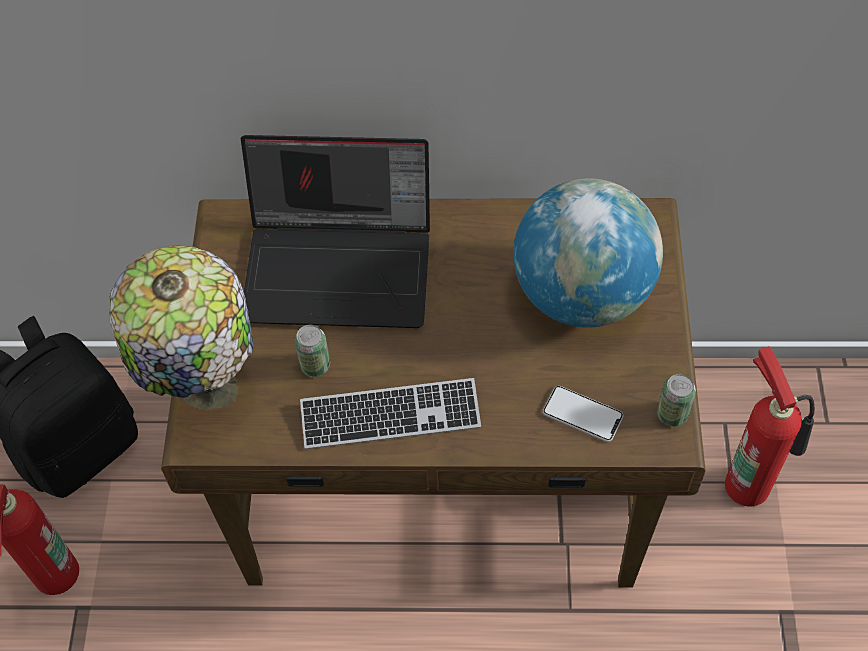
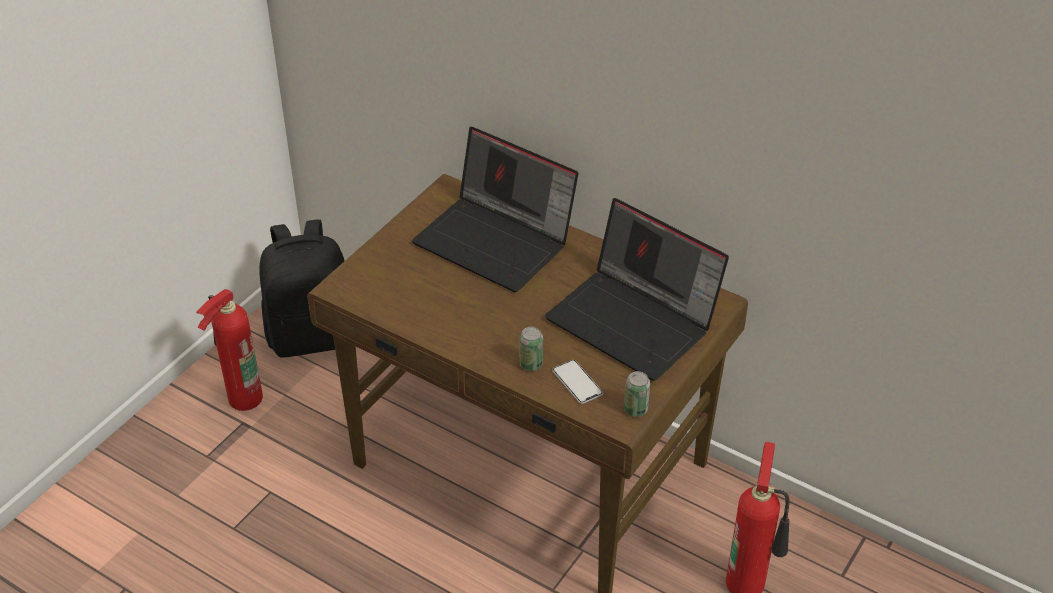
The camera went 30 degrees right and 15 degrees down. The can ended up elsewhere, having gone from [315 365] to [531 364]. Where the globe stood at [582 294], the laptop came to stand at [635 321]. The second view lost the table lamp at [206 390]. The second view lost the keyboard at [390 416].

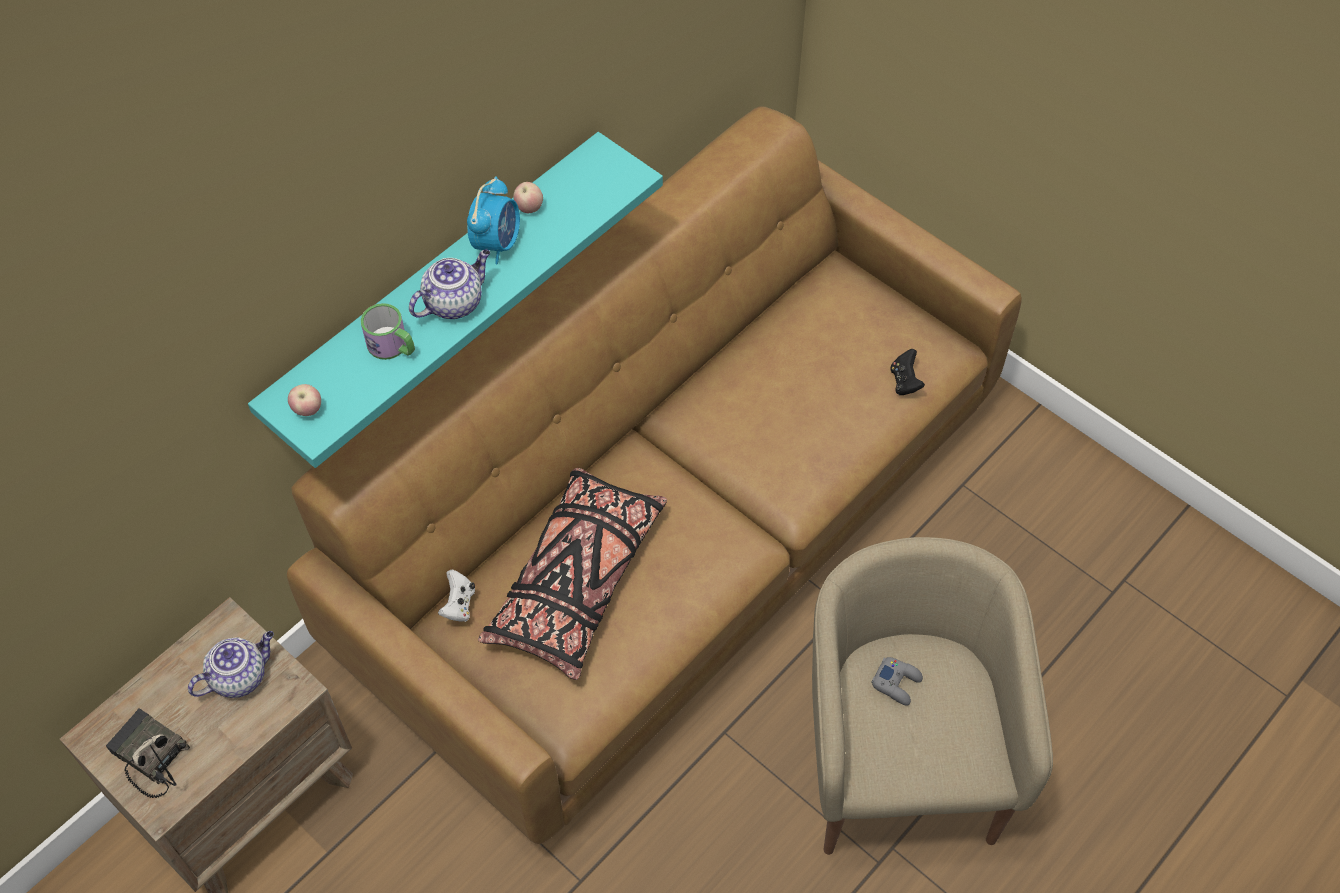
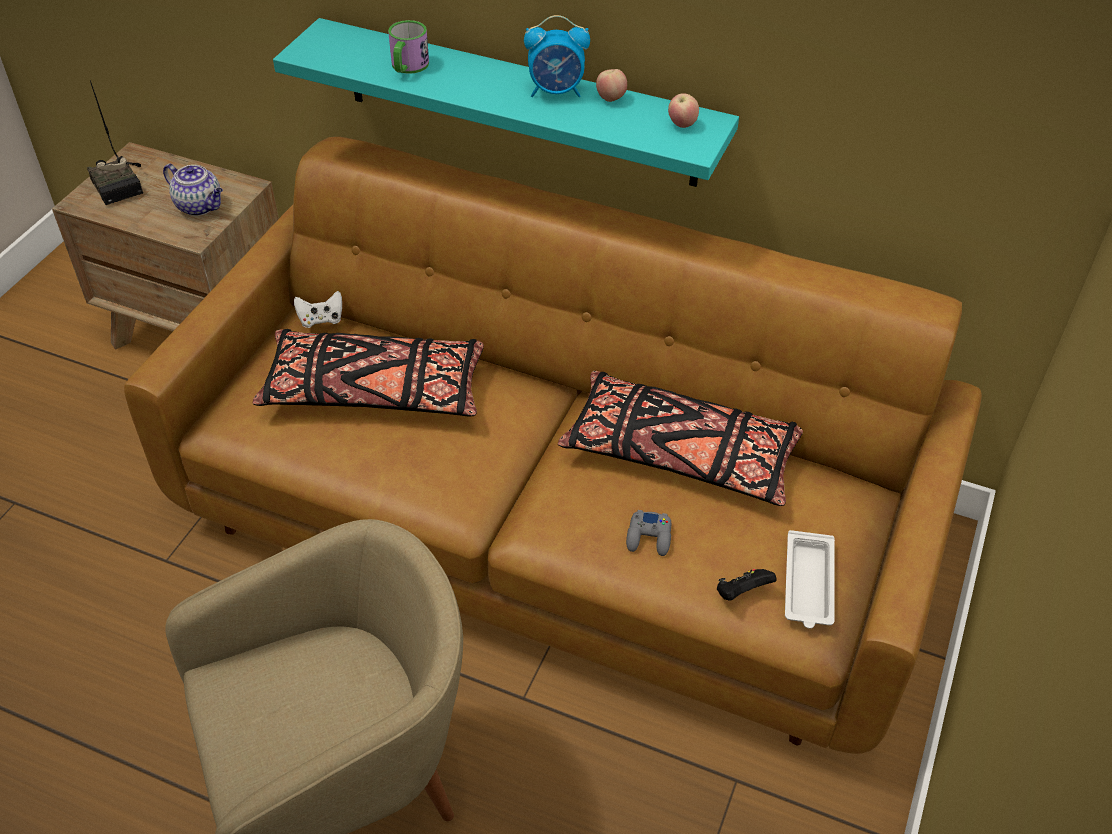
The camera went 70 degrees right and 10 degrees down. The radio at [149 757] ended up facing another way, 135 degrees clockwise from before. The second view gained the black pillow at [680 454]. The grey game controller ended up elsewhere, having gone from [897 683] to [649 537]. The apple ended up elsewhere, having gone from [308 410] to [682 124]. The second view gained the white tray at [808 584]. The second view lost the teapot at [454 302].

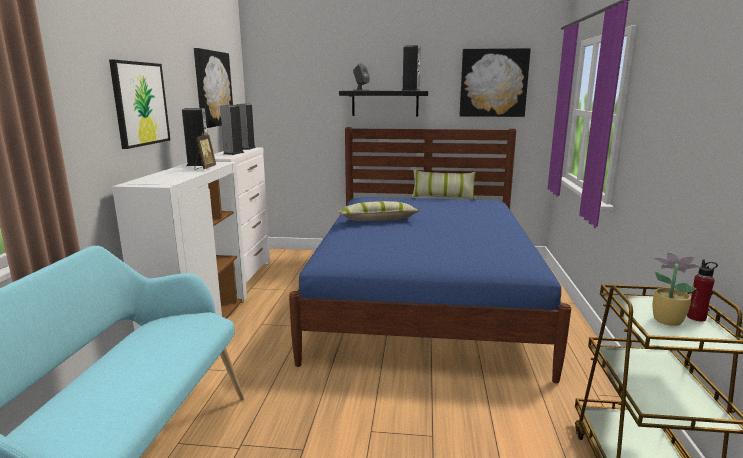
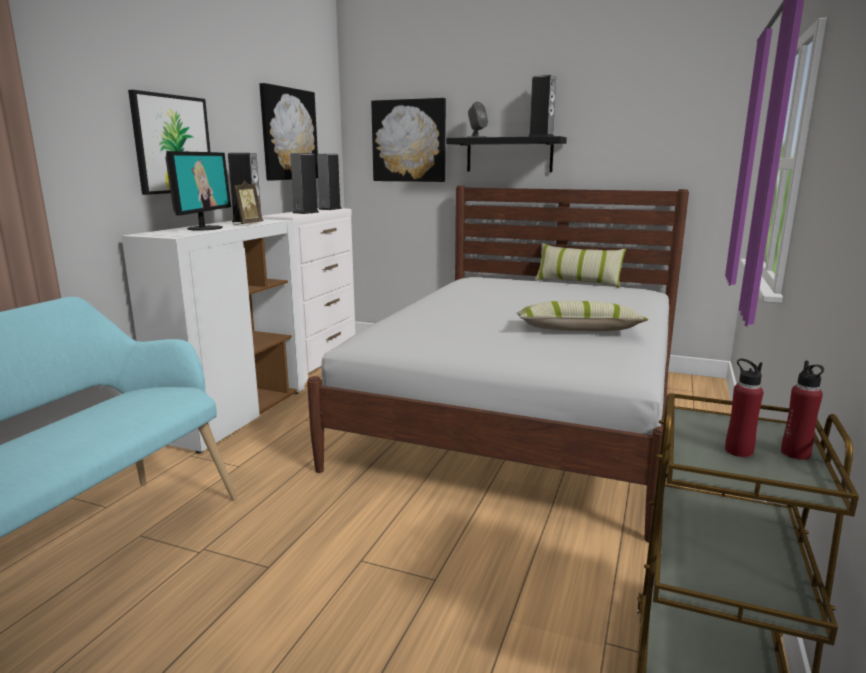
The camera went 15 degrees right and 0 degrees up. The second view gained the monitor at [204 228]. What was the blue bed at [424 299] turned into the white bed at [522 414]. The picture ended up elsewhere, having gone from [493 83] to [409 141]. The pillow ended up elsewhere, having gone from [377 220] to [577 330]. Where the potted plant stood at [665 320], the red bottle came to stand at [738 451].

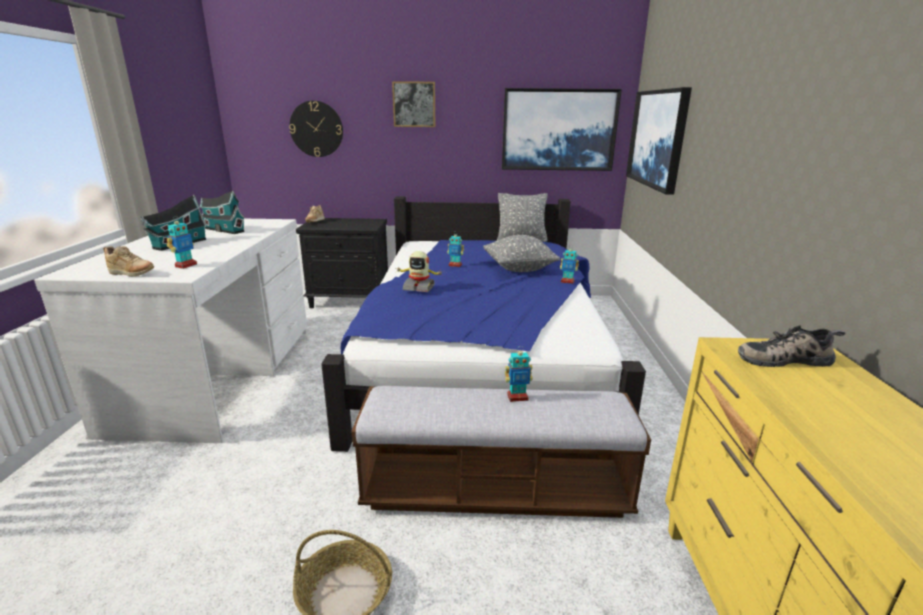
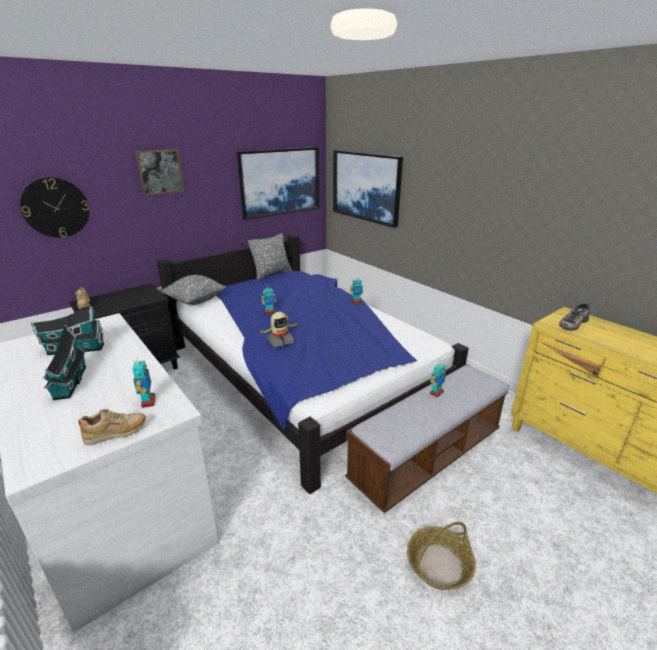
The camera went 40 degrees left and 5 degrees up. The grey pillow ended up elsewhere, having gone from [519 269] to [195 301].

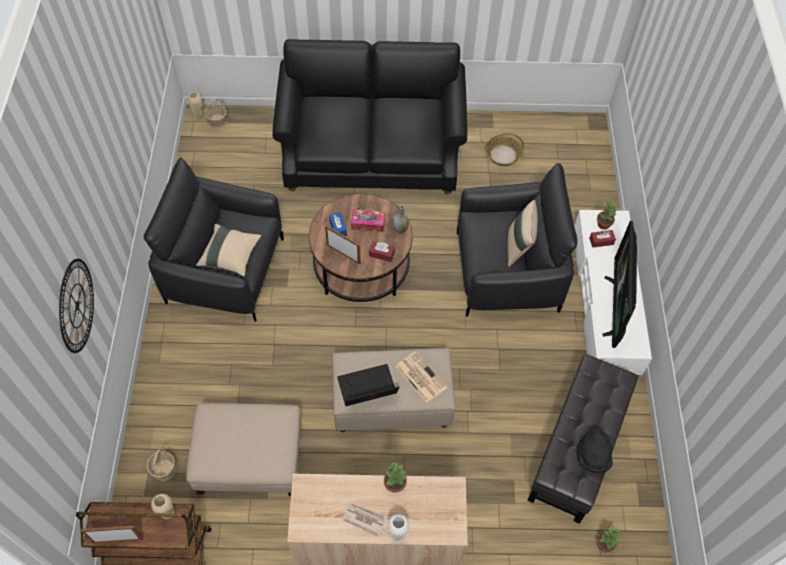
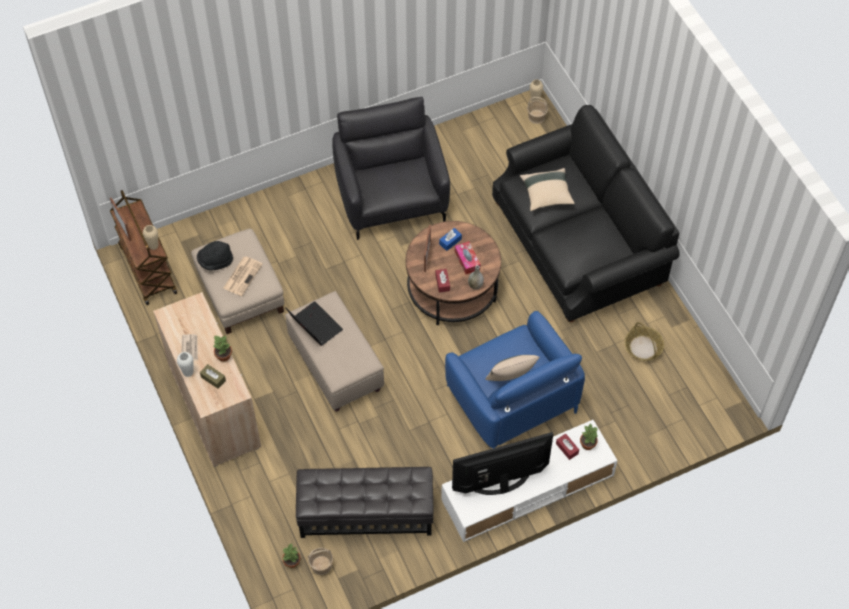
The camera went 65 degrees right and 0 degrees up. The black hat ended up elsewhere, having gone from [592 456] to [215 261]. The second view gained the brown tissue box at [213 378]. The newspaper ended up elsewhere, having gone from [420 376] to [242 275]. The basket ended up elsewhere, having gone from [164 470] to [321 565]. What was the black armchair at [506 271] turned into the blue armchair at [511 399]. The beige pillow ended up elsewhere, having gone from [230 256] to [546 195]. The second view lost the wall clock at [76 305].

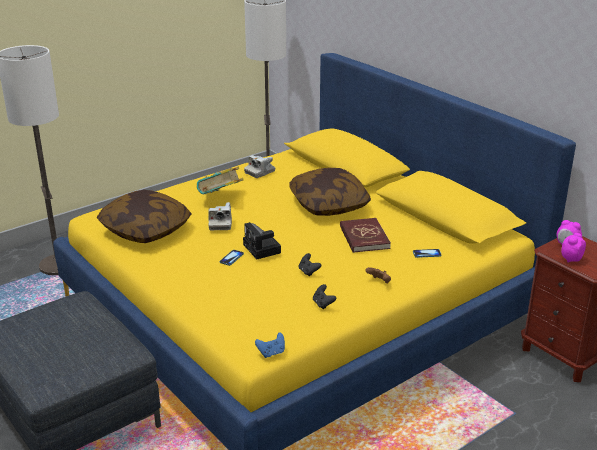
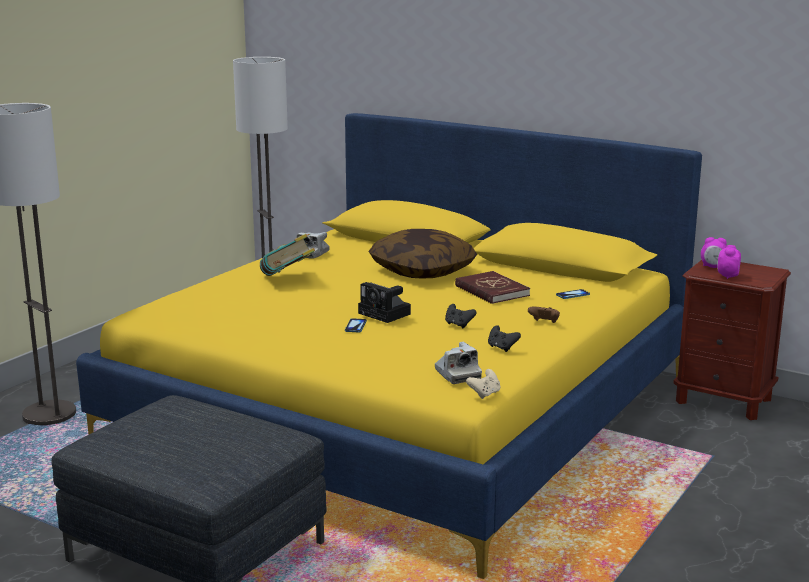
The camera went 20 degrees left and 10 degrees down. The photo camera ended up elsewhere, having gone from [220 224] to [457 375]. What was the blue game controller at [271 353] turned into the beige game controller at [484 394]. The second view lost the pillow at [146 229].

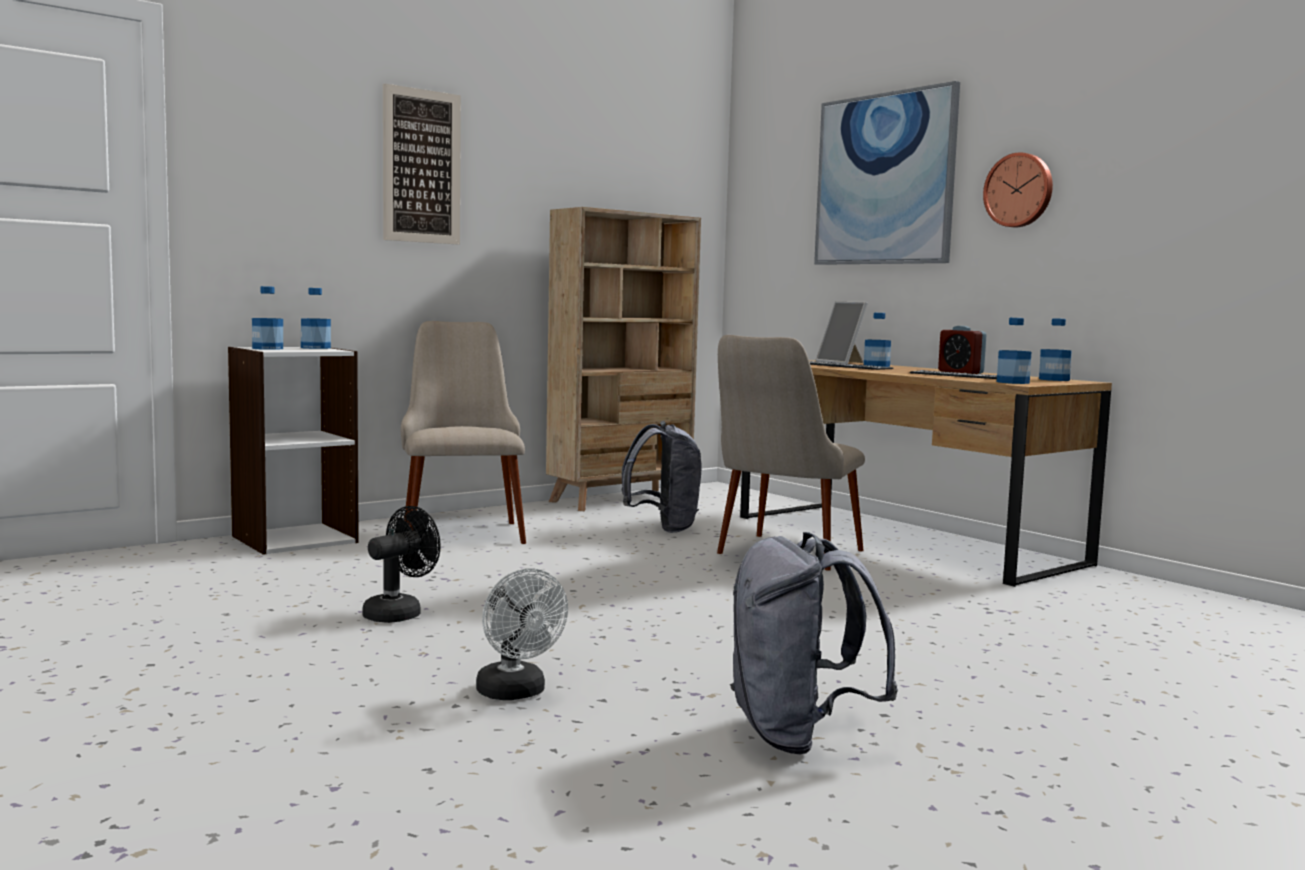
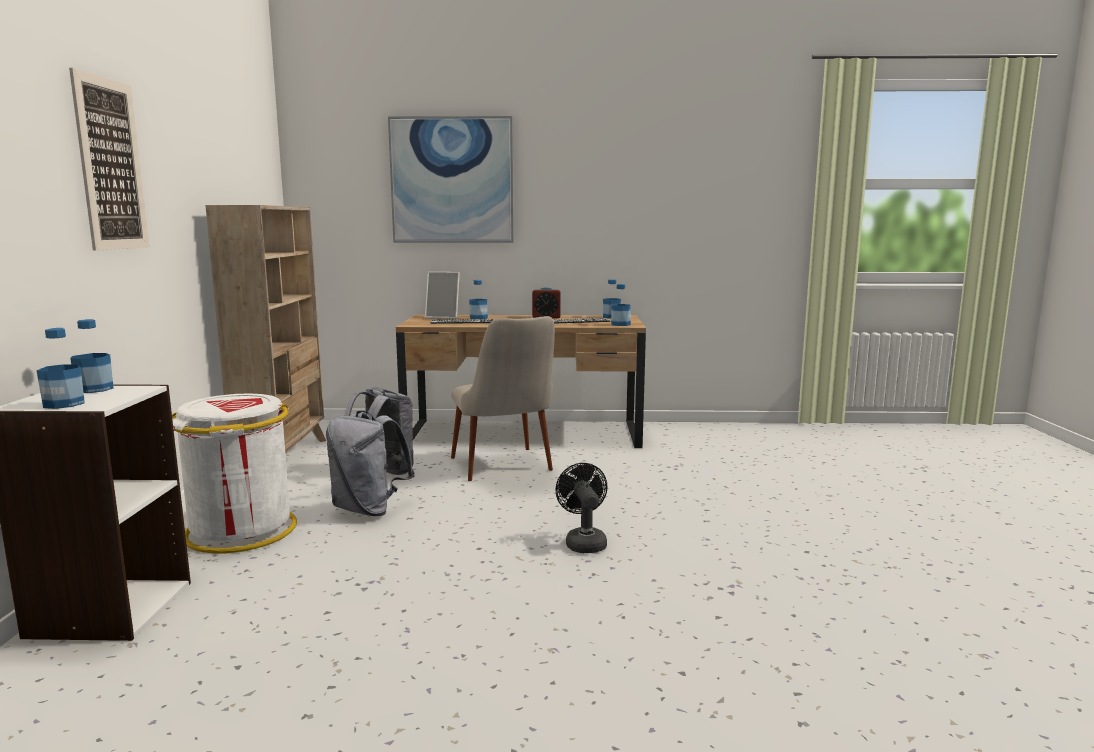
The camera went 50 degrees left and 5 degrees up. Where the beige chair stood at [461 529], the white trash can came to stand at [241 531]. The grey backpack ended up elsewhere, having gone from [798 736] to [369 509]. The black fan ended up elsewhere, having gone from [399 613] to [584 542]. The second view lost the white fan at [516 693]. The second view lost the wall clock at [1019 190].

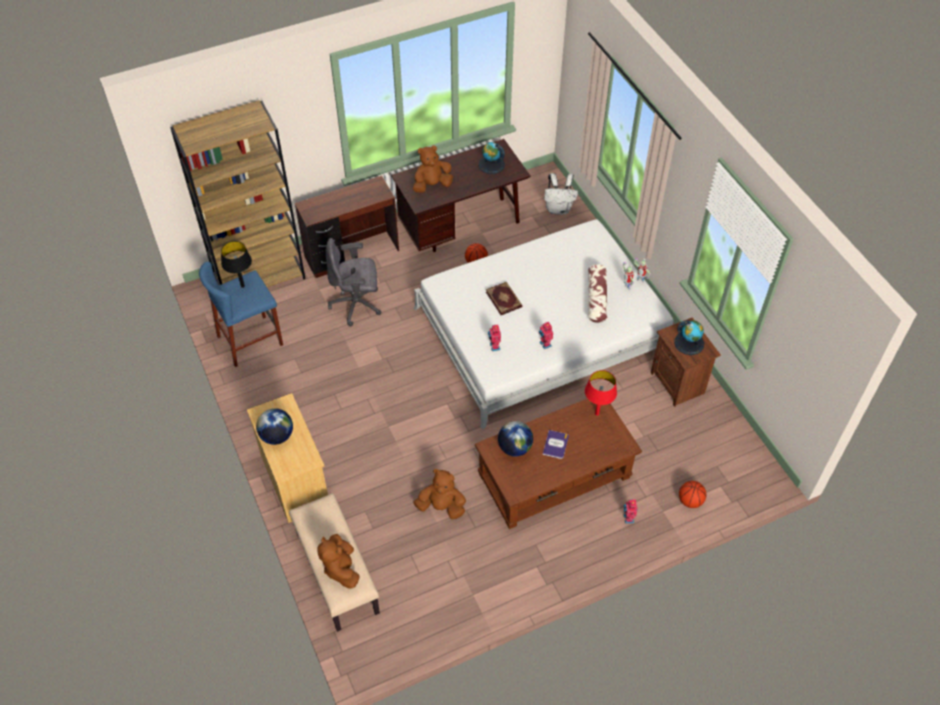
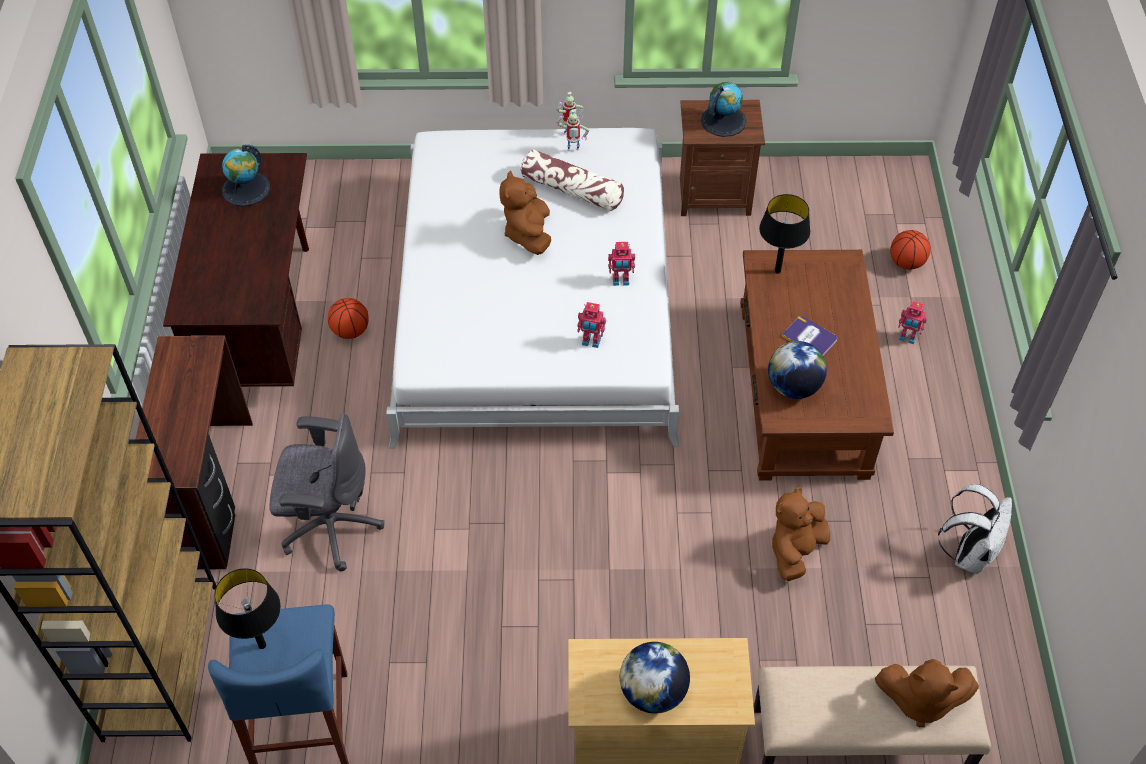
The camera went 65 degrees left and 0 degrees up. The grey office chair at [357 305] ended up facing another way, 105 degrees counterclockwise from before. The brown plush toy ended up elsewhere, having gone from [432 185] to [528 234]. What was the red table lamp at [596 413] turned into the black table lamp at [777 271]. The white backpack ended up elsewhere, having gone from [558 209] to [969 553]. The second view lost the book at [504 299].

